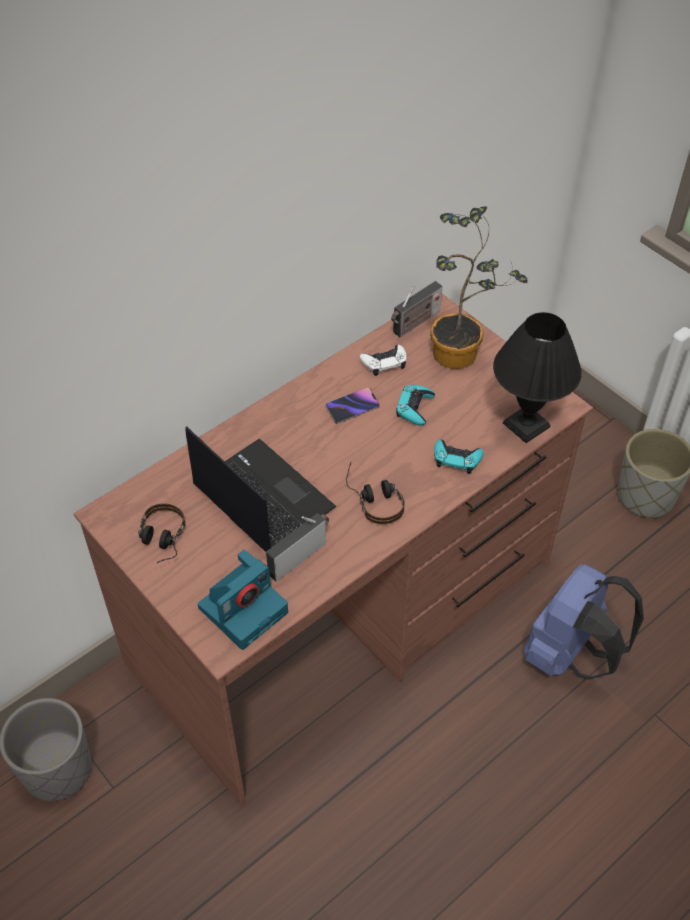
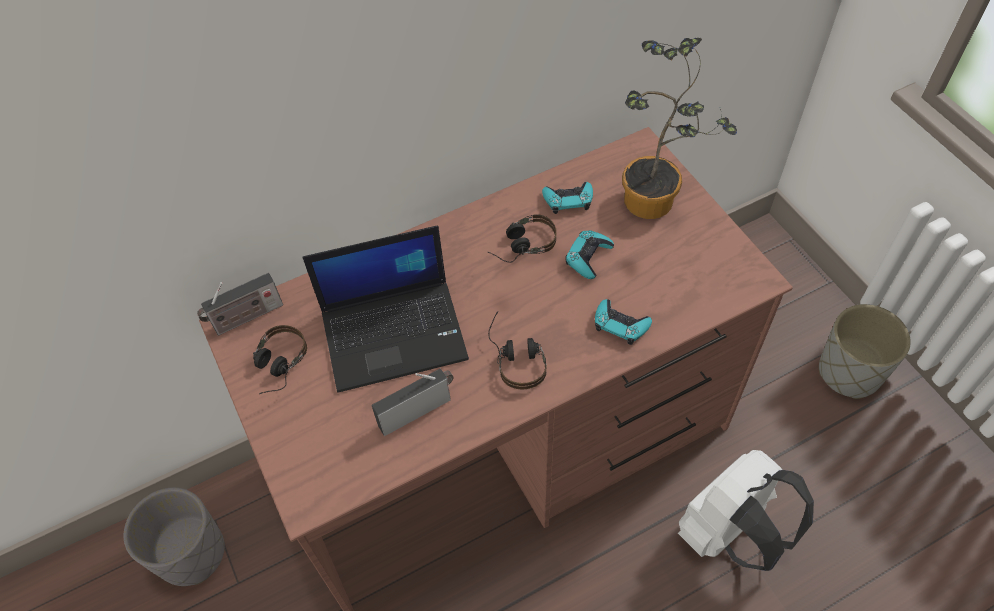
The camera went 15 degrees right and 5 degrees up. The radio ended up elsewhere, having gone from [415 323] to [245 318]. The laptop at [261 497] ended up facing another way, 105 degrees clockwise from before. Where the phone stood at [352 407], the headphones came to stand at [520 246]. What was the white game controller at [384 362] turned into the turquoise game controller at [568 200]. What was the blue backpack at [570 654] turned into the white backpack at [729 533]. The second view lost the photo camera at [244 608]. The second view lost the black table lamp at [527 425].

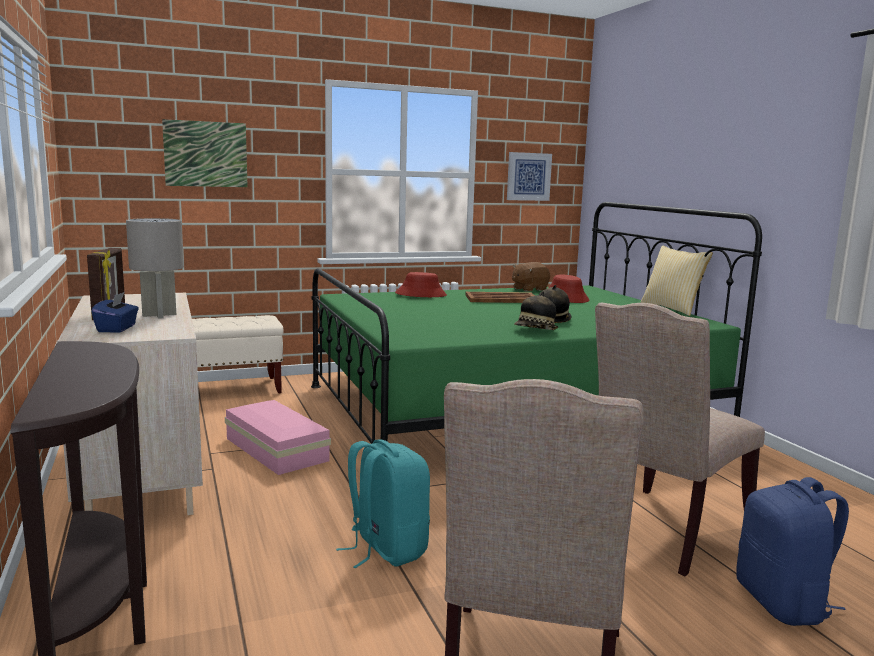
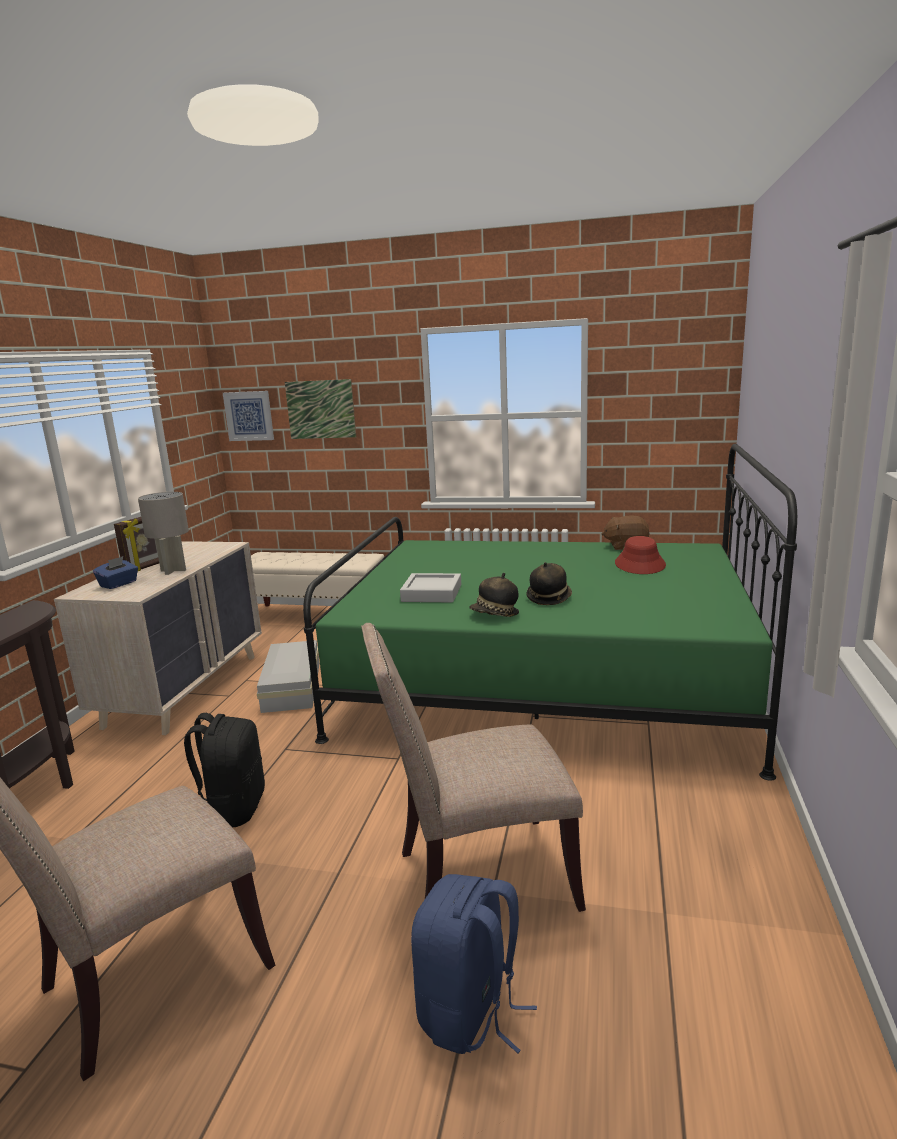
The camera went 35 degrees right and 5 degrees up. What was the turquoise backpack at [385 549] turned into the black backpack at [233 809]. The picture ended up elsewhere, having gone from [528 176] to [249 416]. What was the pink storage box at [275 450] turned into the white storage box at [290 687]. The second view gained the grey tray at [431 593]. The second view lost the red hat at [421 295]. The second view lost the brown tray at [500 299]. The second view lost the pillow at [672 309].

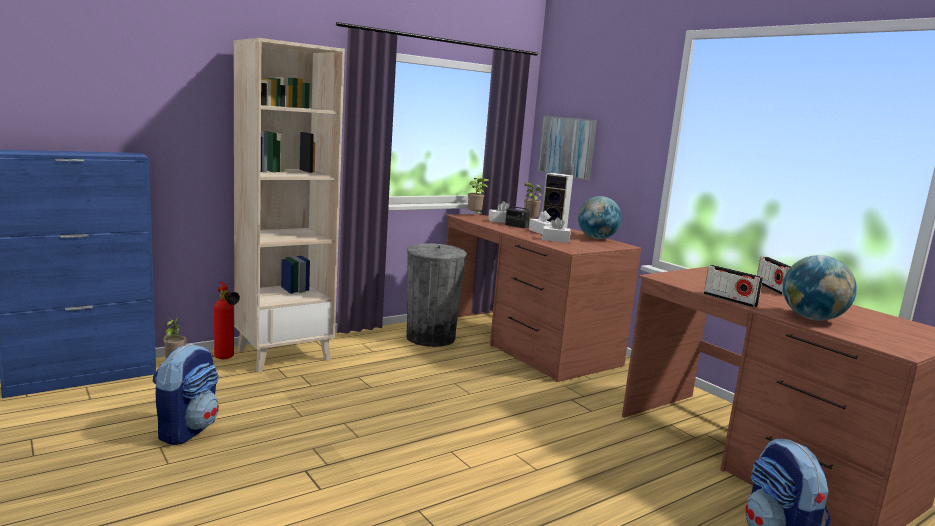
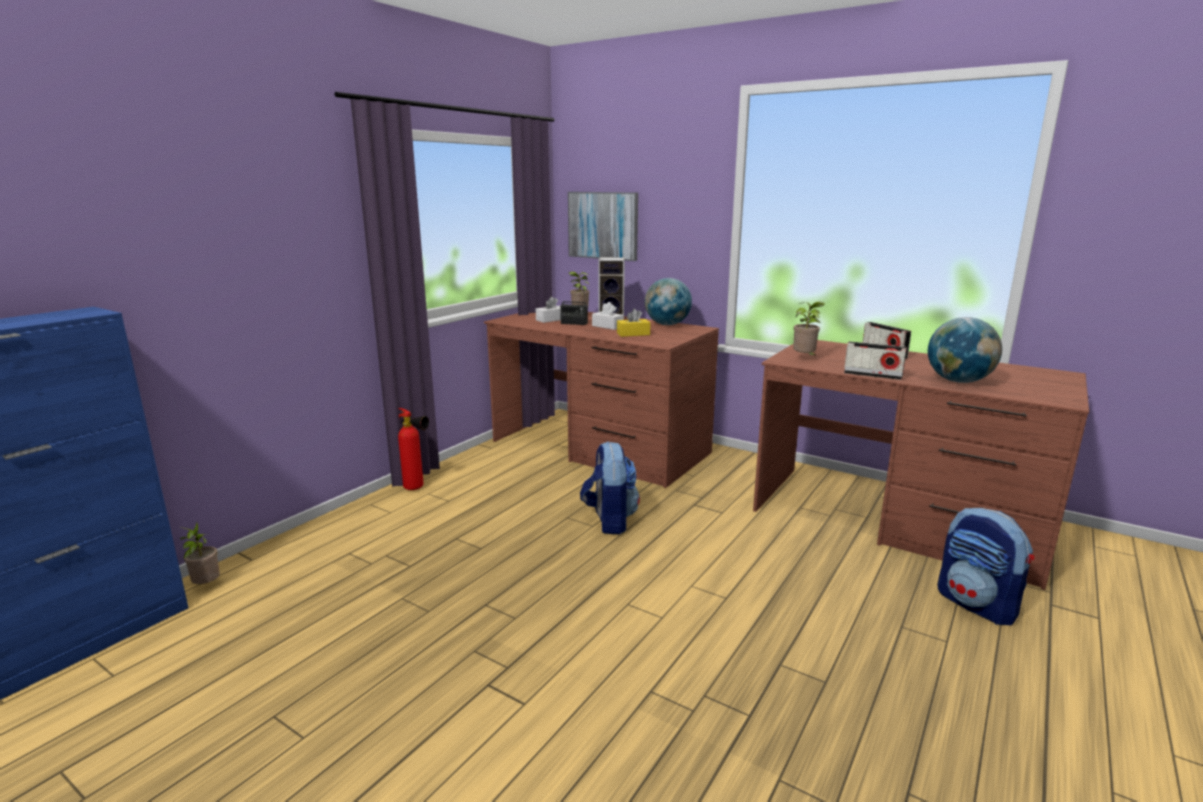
The camera went 20 degrees left and 5 degrees up. The fire extinguisher ended up elsewhere, having gone from [226 359] to [417 489]. The backpack ended up elsewhere, having gone from [187 430] to [609 520]. What was the white tissue box at [555 240] turned into the yellow tissue box at [633 334]. The potted plant ended up elsewhere, having gone from [475 215] to [805 358]. The second view lost the beige bookcase at [284 354]. The second view lost the grey trash can at [430 337].

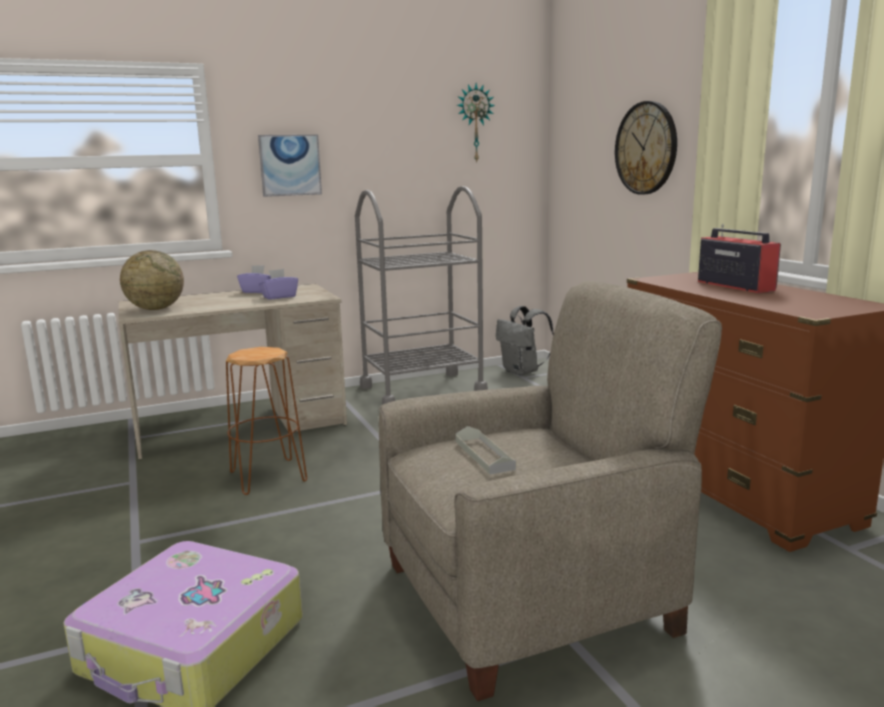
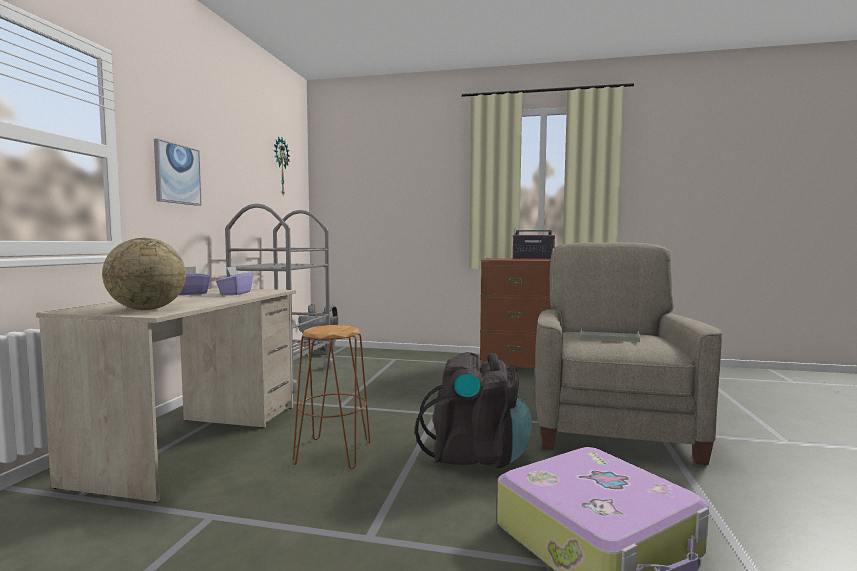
The camera went 55 degrees left and 10 degrees down. The second view gained the black backpack at [475 455]. The second view lost the wall clock at [646 148].

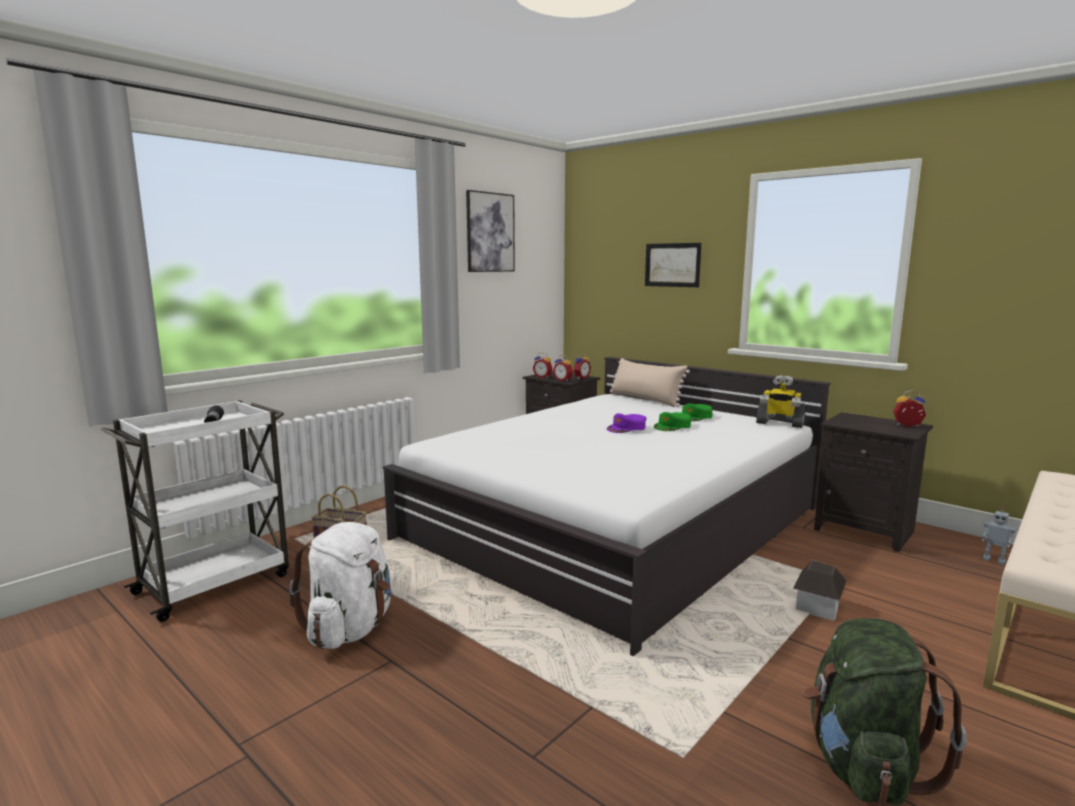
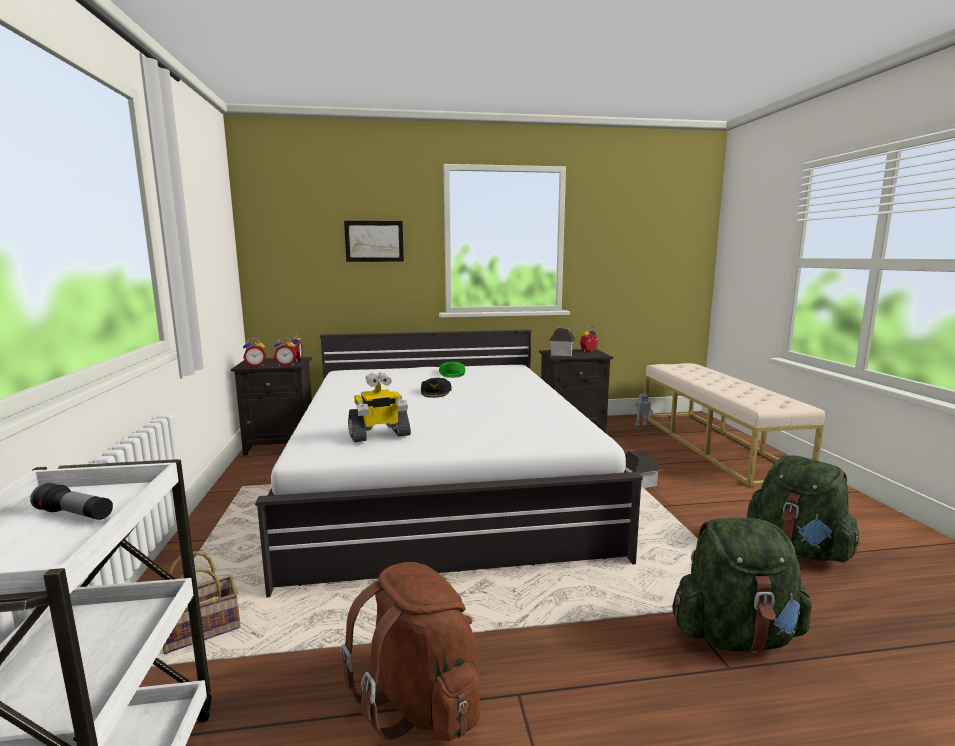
The camera went 50 degrees left and 0 degrees up. What was the white backpack at [350 628] turned into the brown backpack at [421 701]. The toy robot ended up elsewhere, having gone from [779 423] to [379 435]. What was the purple cap at [626 428] turned into the black cap at [436 392]. The second view gained the toy house at [561 354]. The second view gained the green backpack at [735 636]. The second view lost the picture at [490 232]. The second view lost the beige pillow at [645 399]. The second view lost the green cap at [672 426].

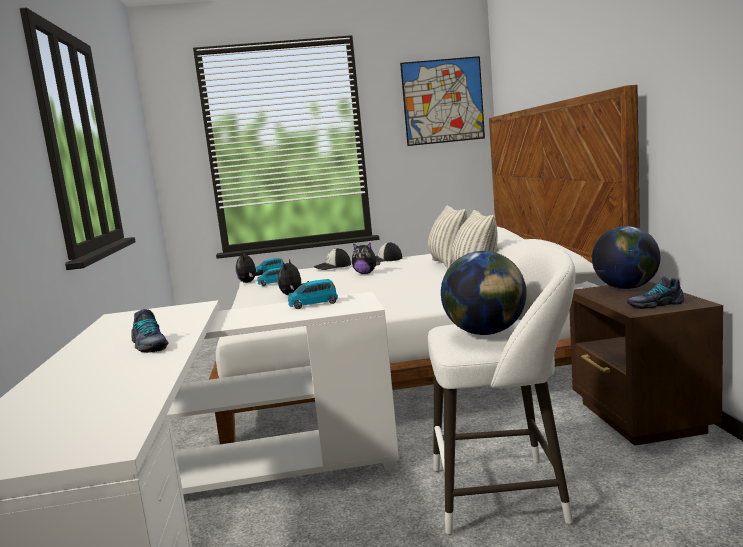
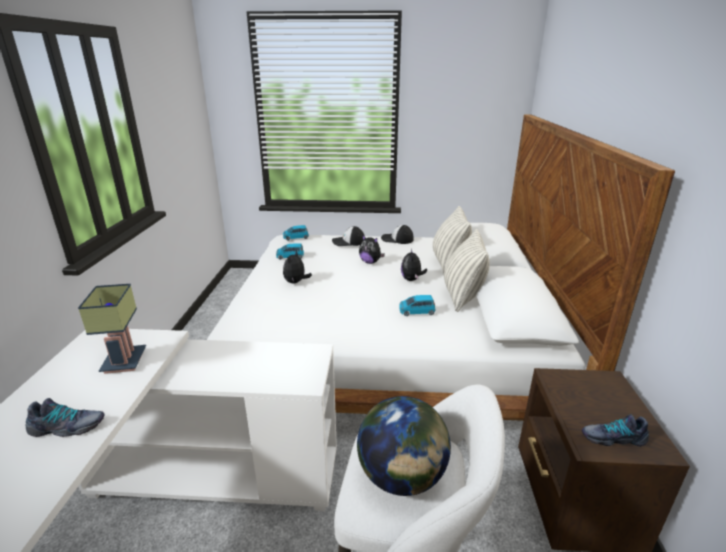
The camera went 10 degrees right and 15 degrees up. The shoe at [149 345] ended up facing another way, 75 degrees counterclockwise from before. The second view gained the table lamp at [126 362]. The blue toy car ended up elsewhere, having gone from [313 304] to [416 312]. The plush toy ended up elsewhere, having gone from [249 282] to [412 279]. The second view lost the picture at [443 101]. The second view lost the globe at [626 288].

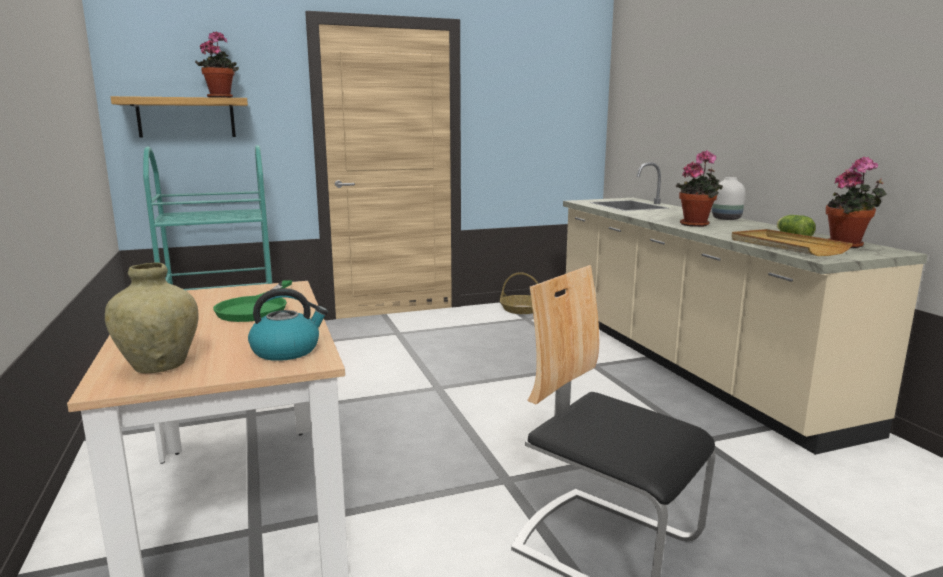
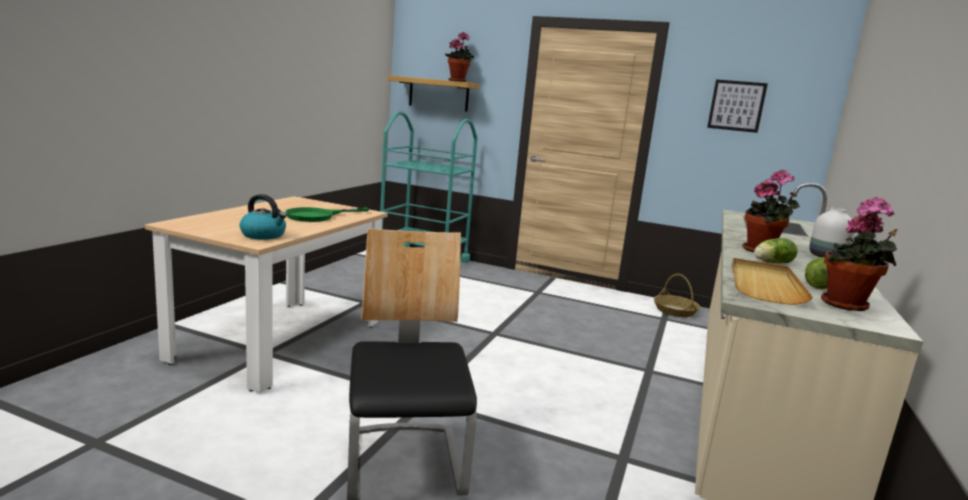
The camera went 40 degrees right and 0 degrees up. The second view gained the picture at [736 106]. The second view gained the lettuce at [771 263]. The second view lost the beige vase at [160 366].

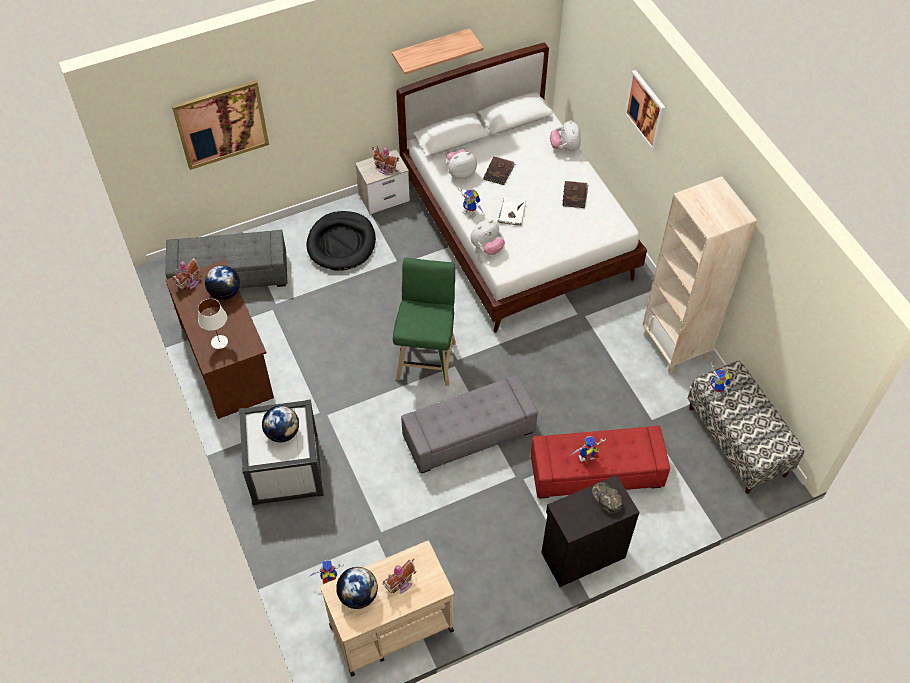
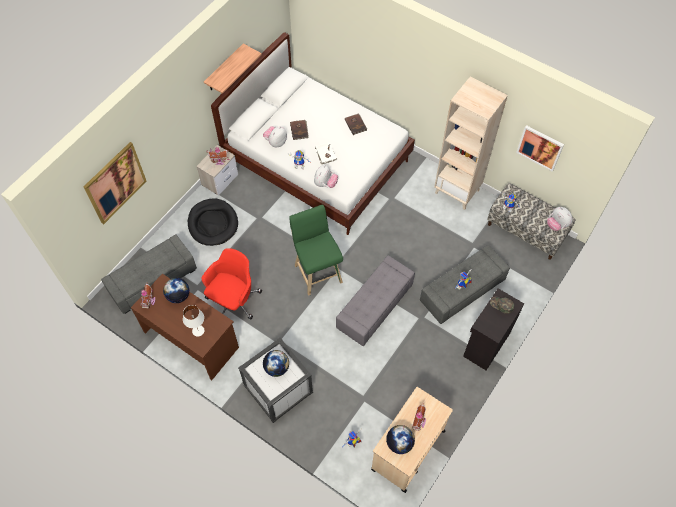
The camera went 30 degrees left and 5 degrees up. The second view gained the red office chair at [233 300]. What was the red ottoman at [596 473] turned into the grey ottoman at [462 291]. The picture ended up elsewhere, having gone from [646 109] to [540 147]. The plush toy ended up elsewhere, having gone from [565 147] to [557 225].

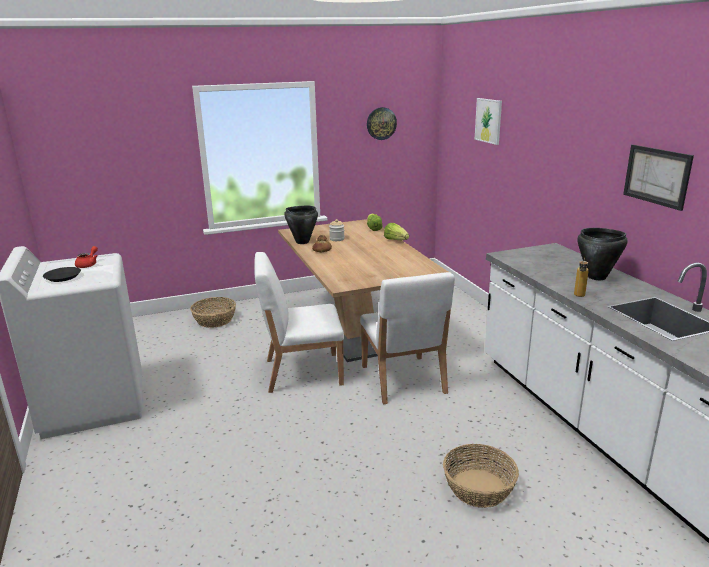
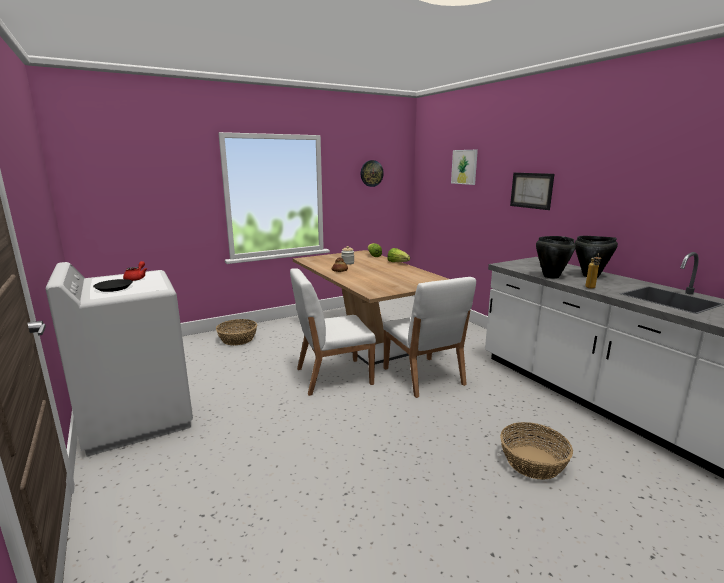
The camera went 10 degrees left and 5 degrees down. The picture ended up elsewhere, having gone from [657 176] to [531 190]. The black cooking pot ended up elsewhere, having gone from [302 242] to [550 276].

